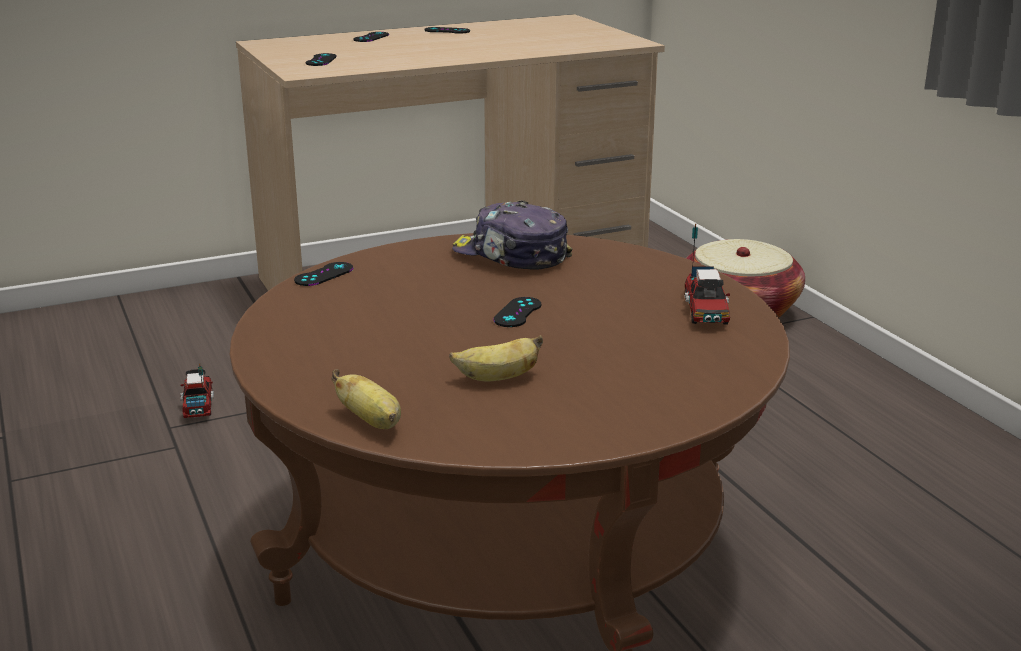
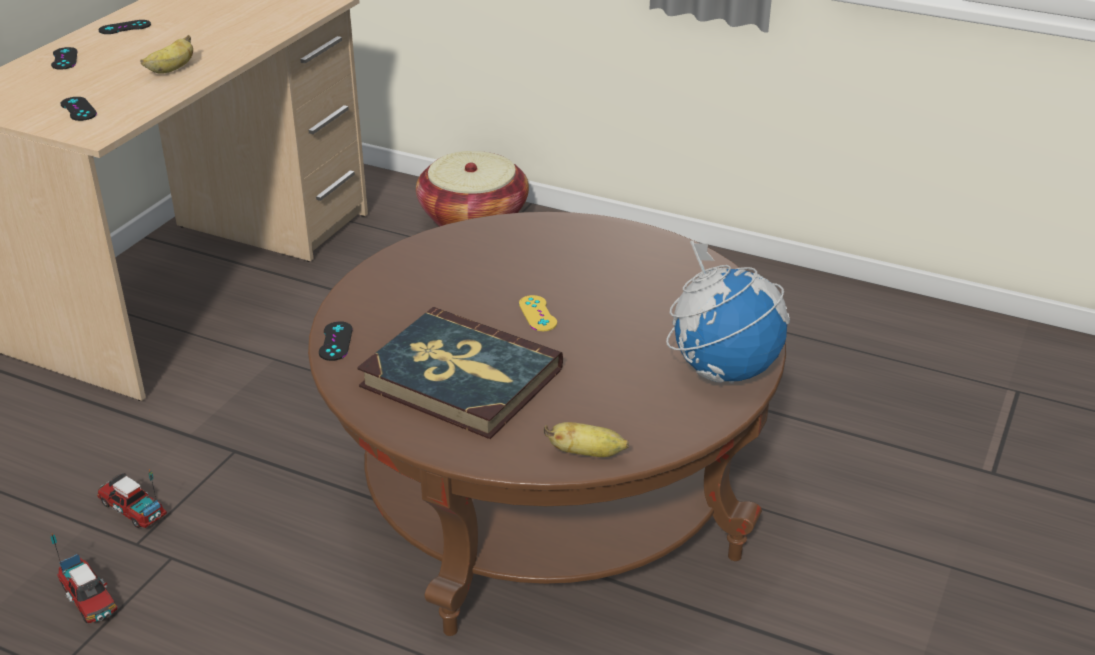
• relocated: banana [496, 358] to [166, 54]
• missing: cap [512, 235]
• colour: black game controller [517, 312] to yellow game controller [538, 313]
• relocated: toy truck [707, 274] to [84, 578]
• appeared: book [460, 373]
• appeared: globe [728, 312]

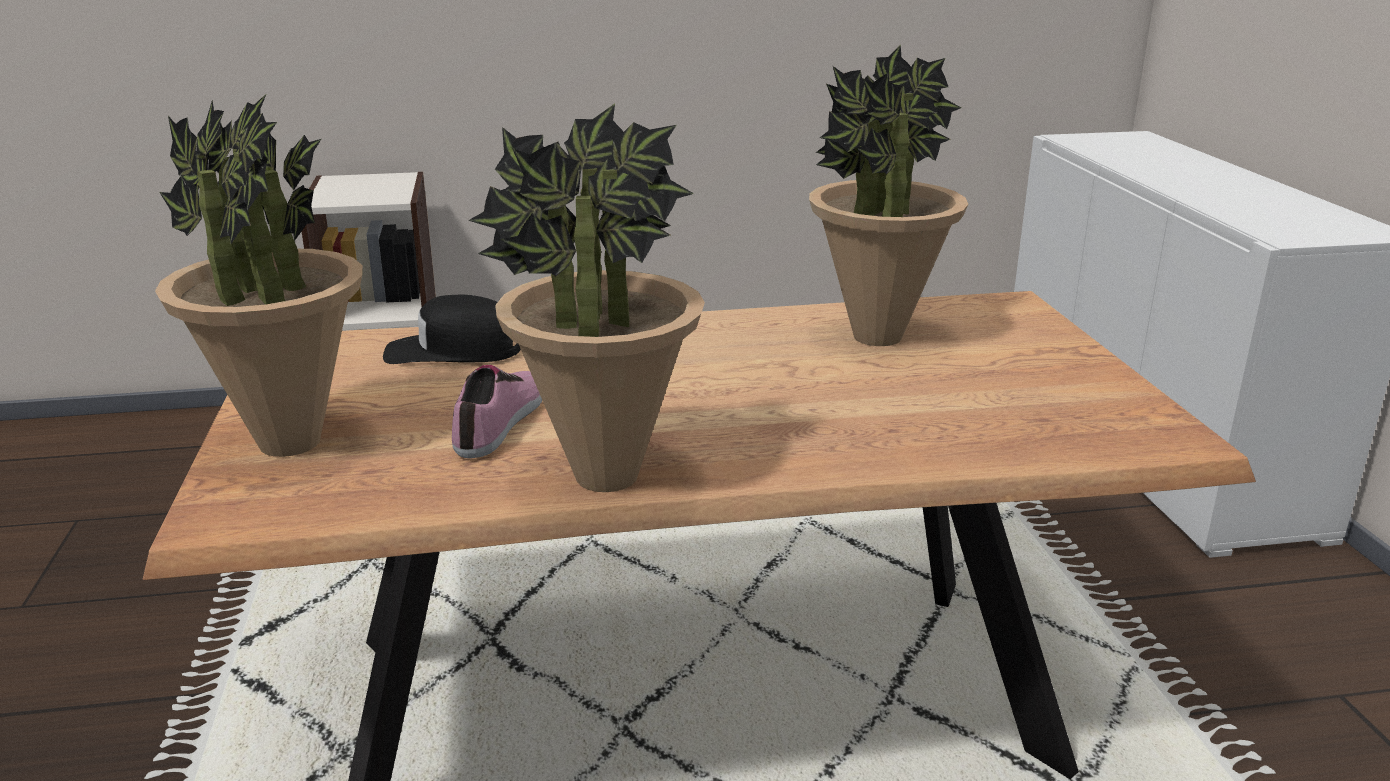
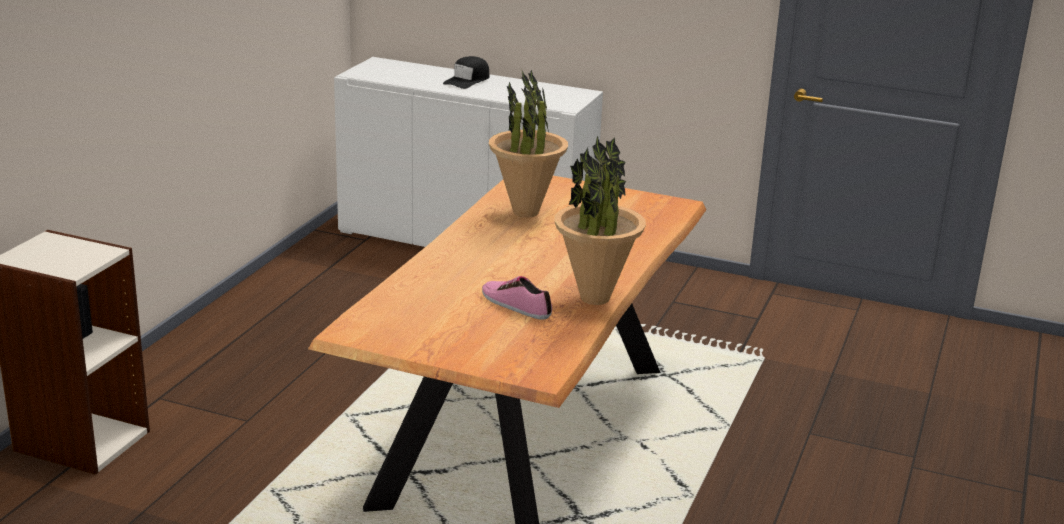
• missing: potted plant [259, 275]
• relocated: black cap [452, 329] to [466, 72]

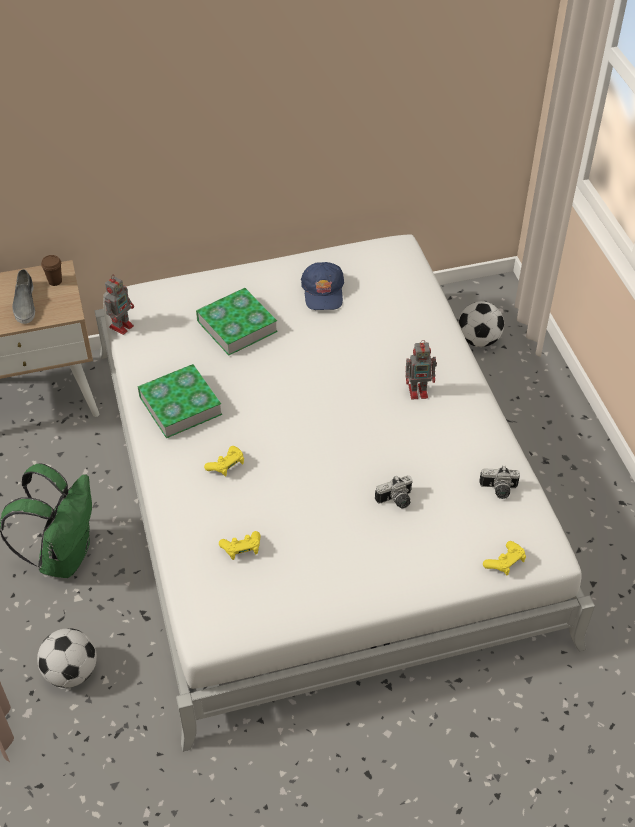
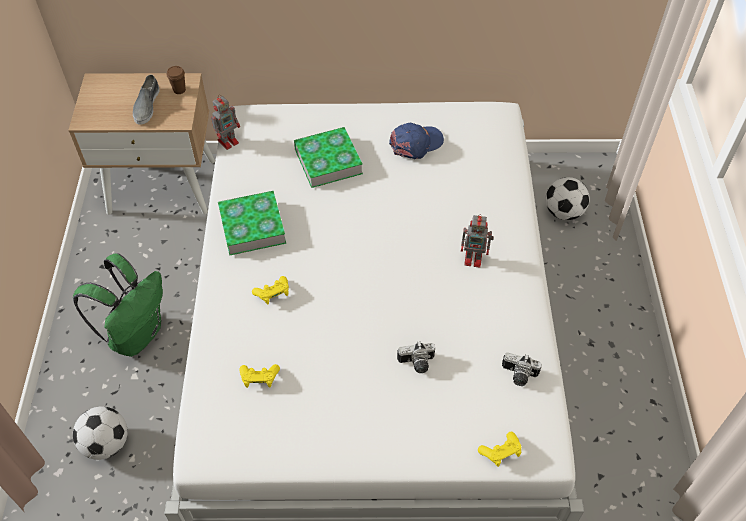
• spun: blue cap [322, 286] = [416, 141] 135 degrees counterclockwise

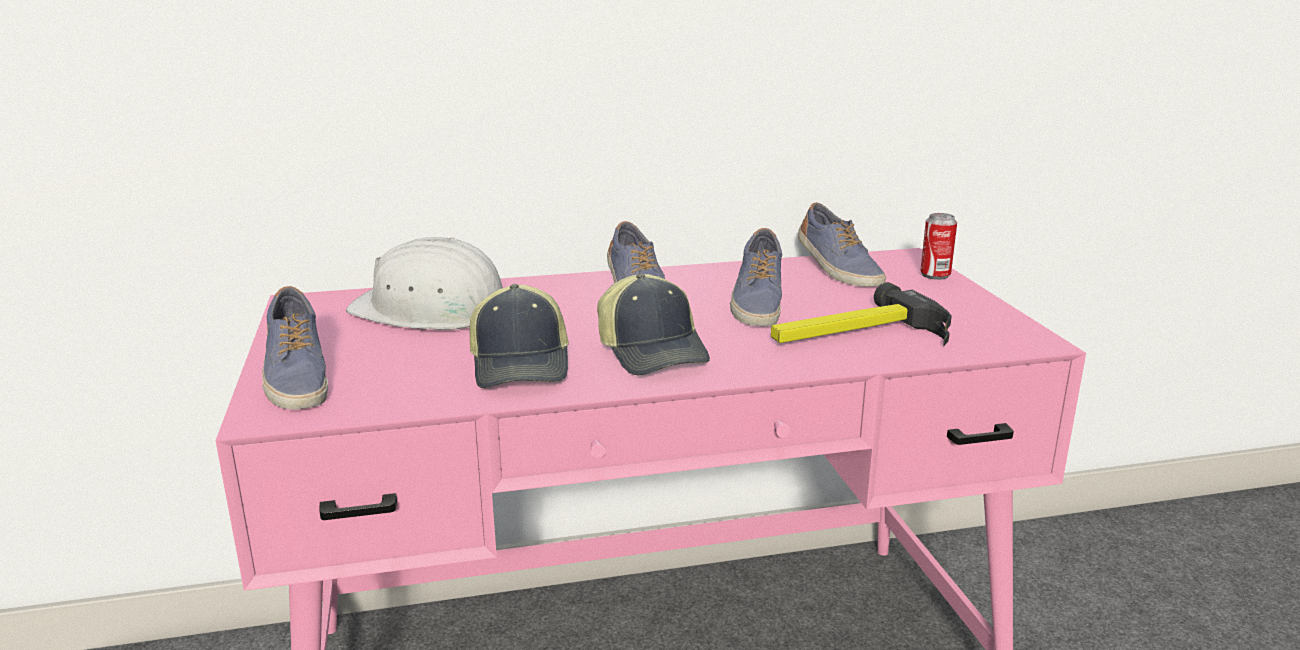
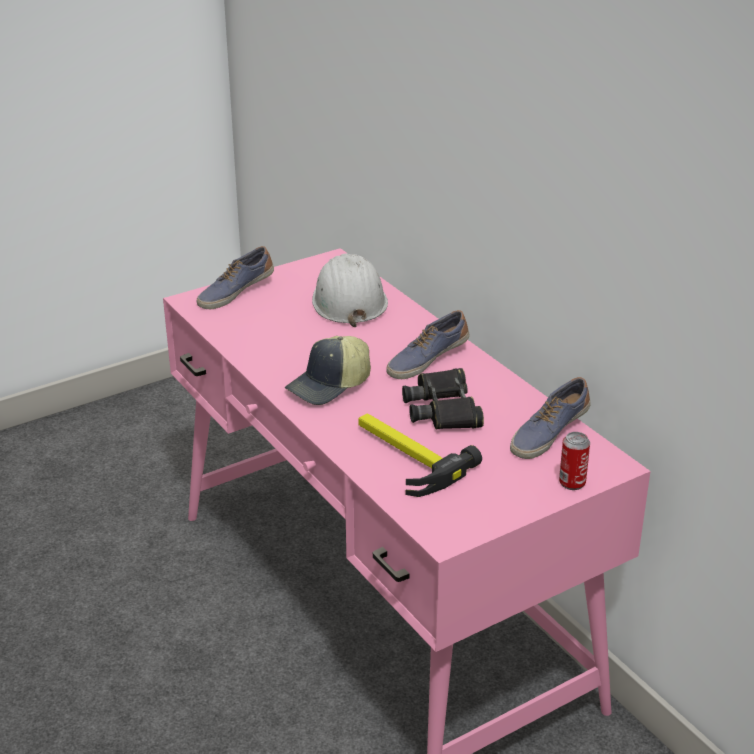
• missing: cap [519, 336]
• exchanged: shoe [756, 277] to black binoculars [443, 398]

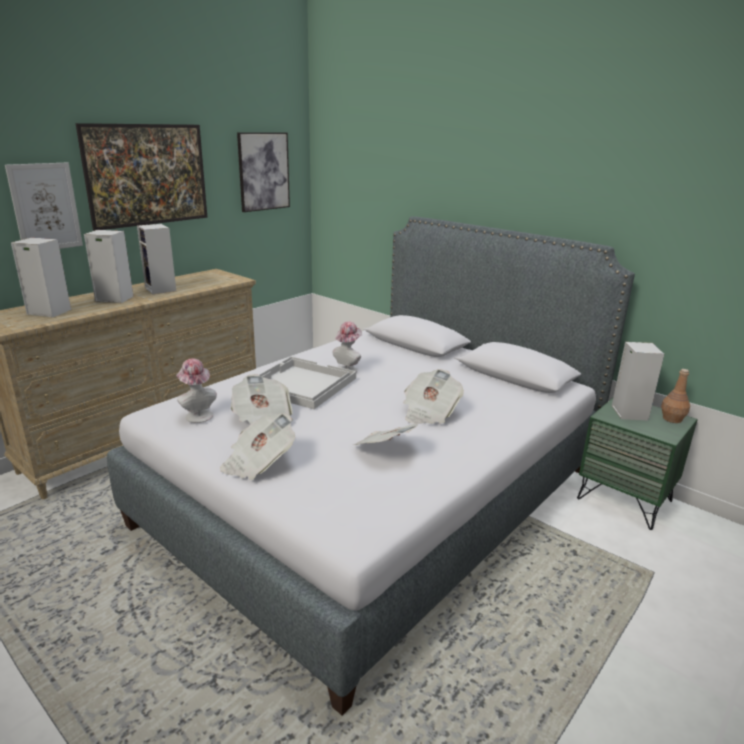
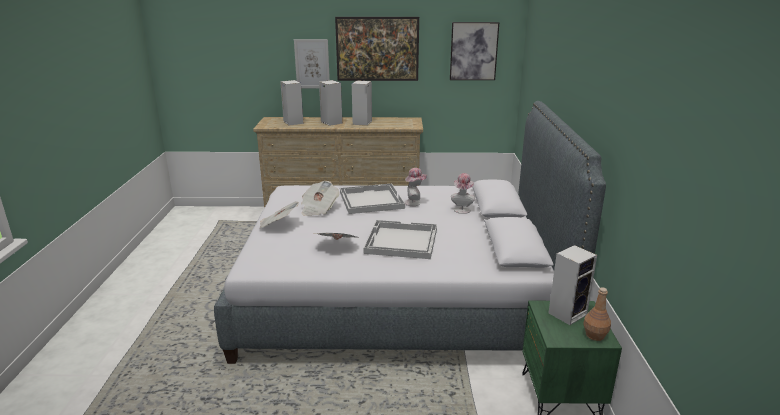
• relocated: hat [196, 390] to [463, 193]
• exchanged: newspaper [433, 396] to white tray [400, 239]

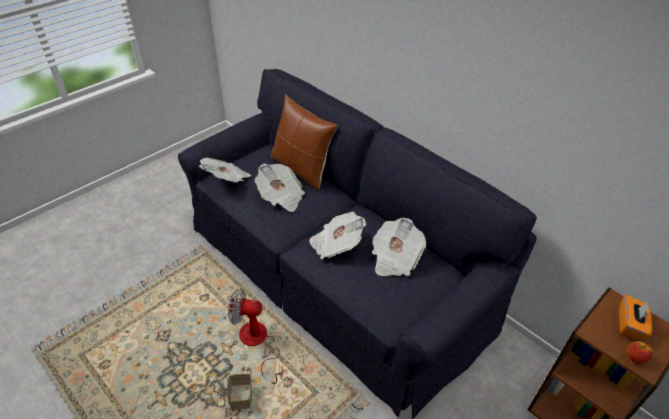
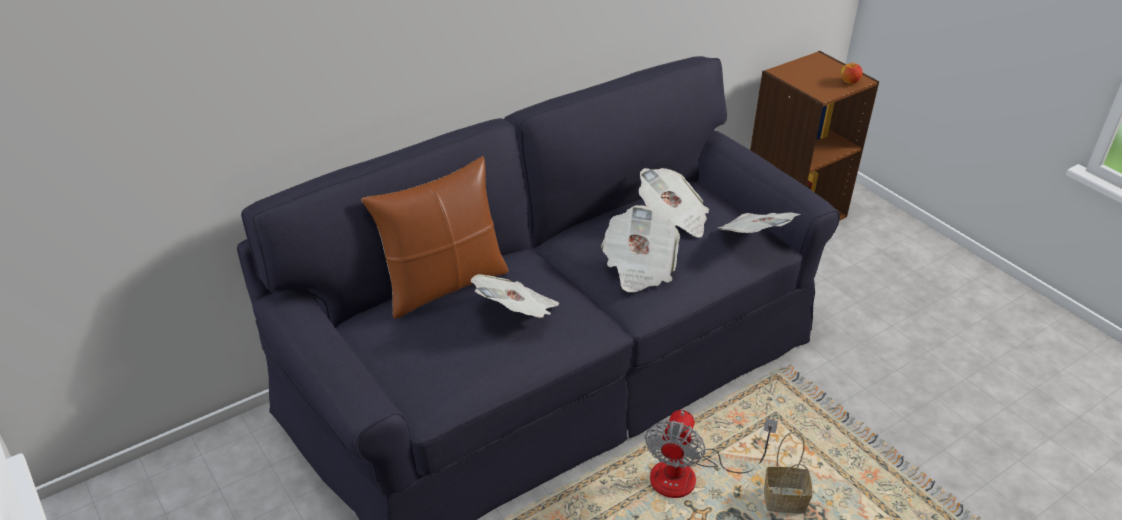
• relocated: newspaper [225, 170] to [759, 222]
• missing: orange tissue box [635, 317]

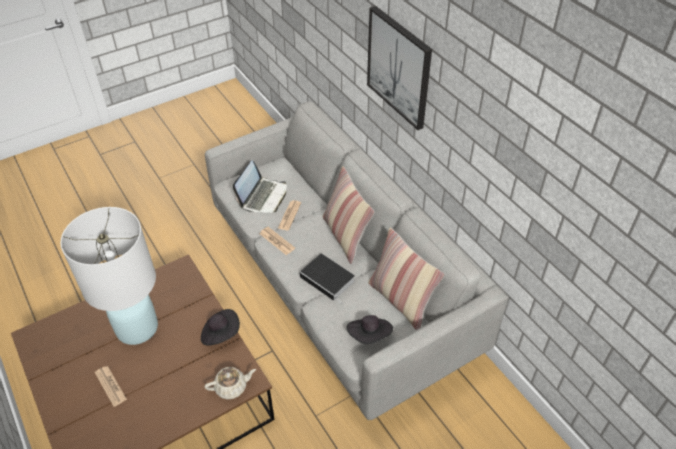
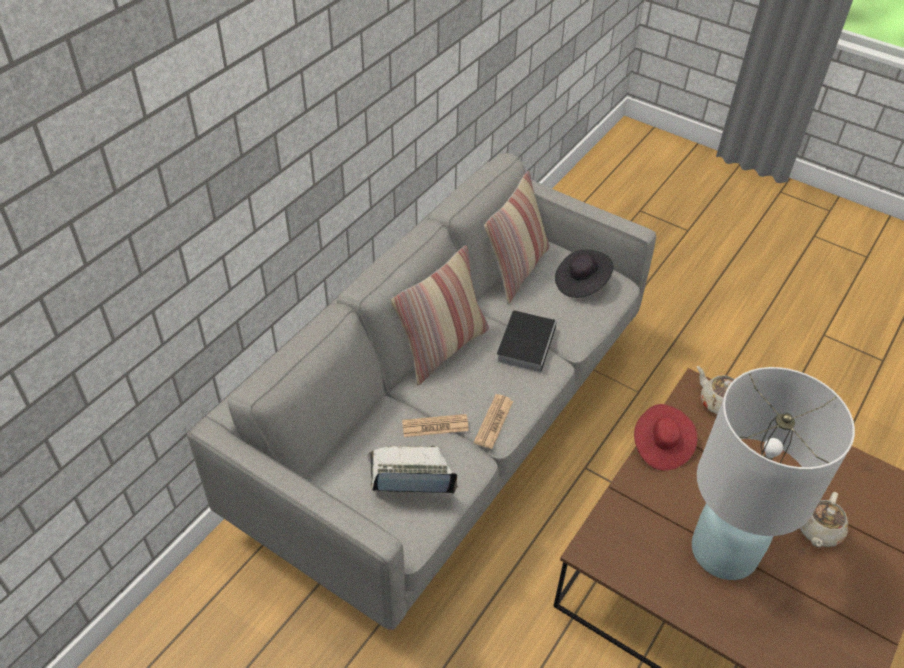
• exchanged: newspaper [111, 386] to beige teapot [824, 519]
• colour: black hat [220, 327] to red hat [665, 437]
• missing: picture [399, 68]

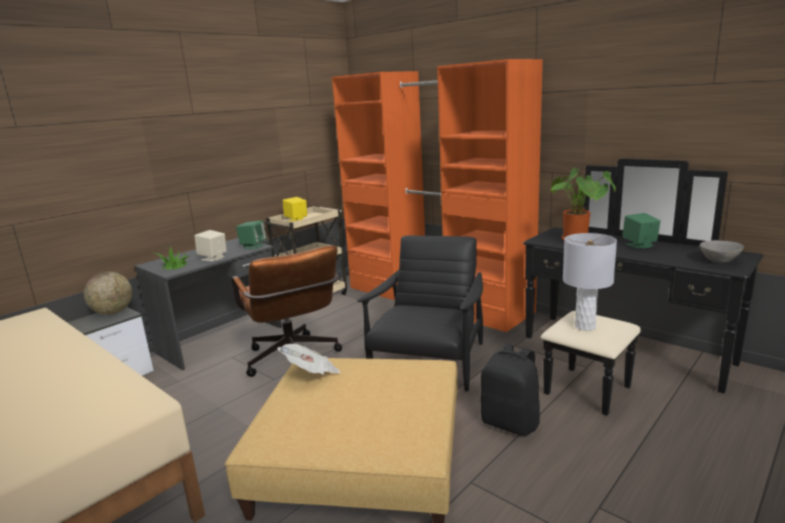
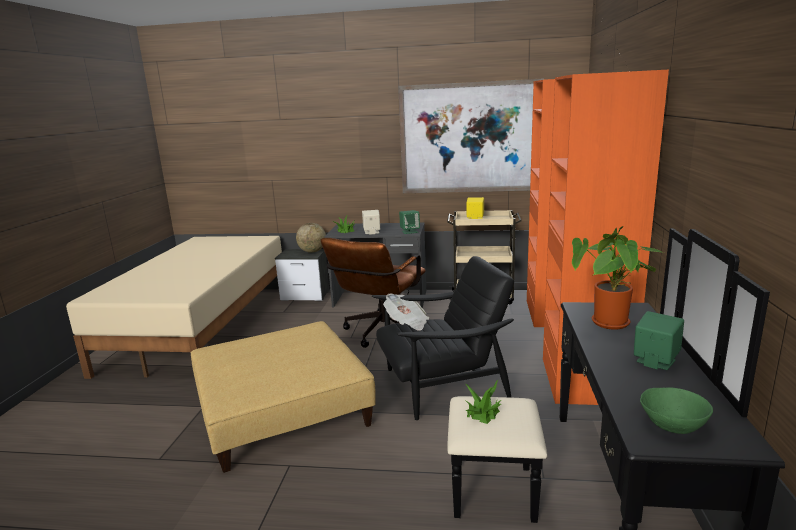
• relocated: newspaper [309, 359] to [406, 312]
• missing: black backpack [510, 390]
• exchanged: grey table lamp [590, 282] to potted plant [483, 401]
• colour: grey bowl [722, 251] to green bowl [676, 410]
• appeared: picture [471, 135]

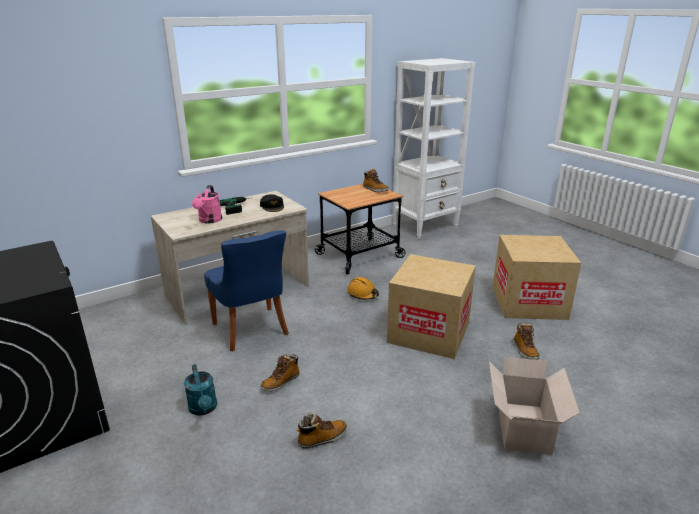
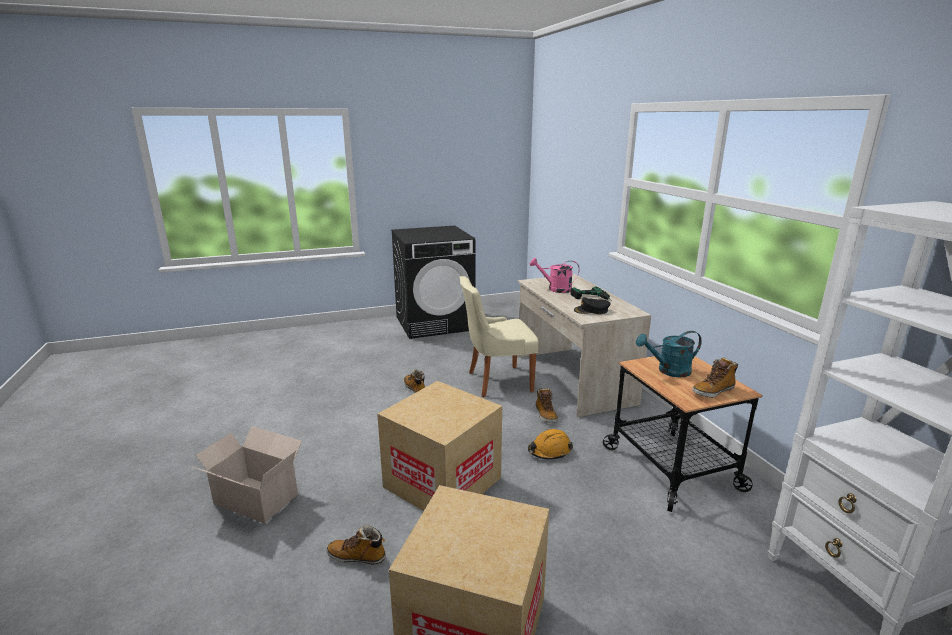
• relocated: turquoise watering can [200, 389] to [669, 354]
• colour: blue chair [246, 290] to beige chair [499, 337]
• relocated: boot [322, 430] to [547, 405]

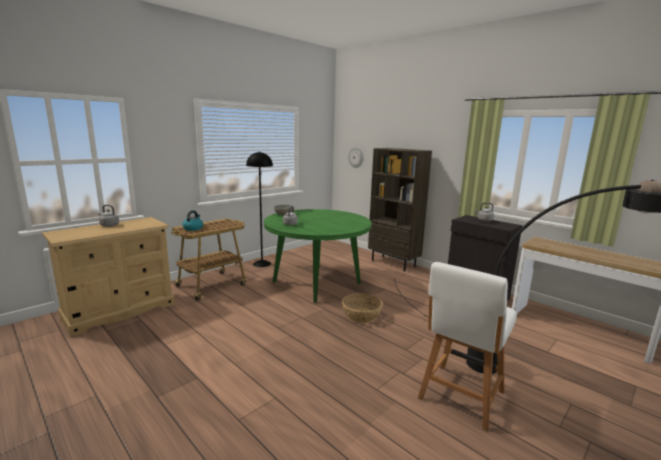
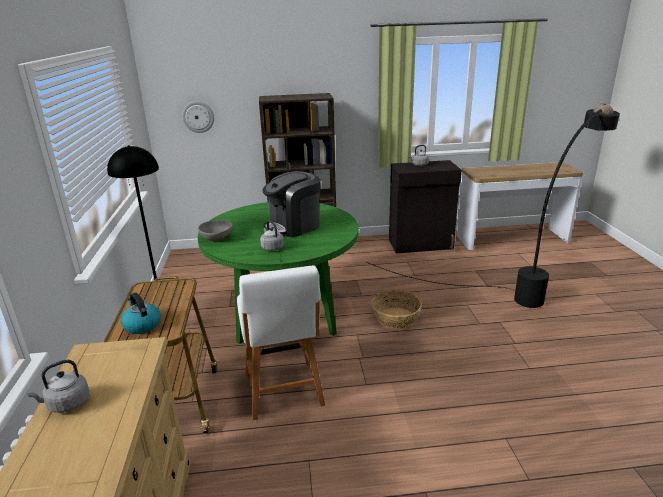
• relocated: white chair [467, 346] to [281, 343]
• appeared: coffee machine [291, 204]

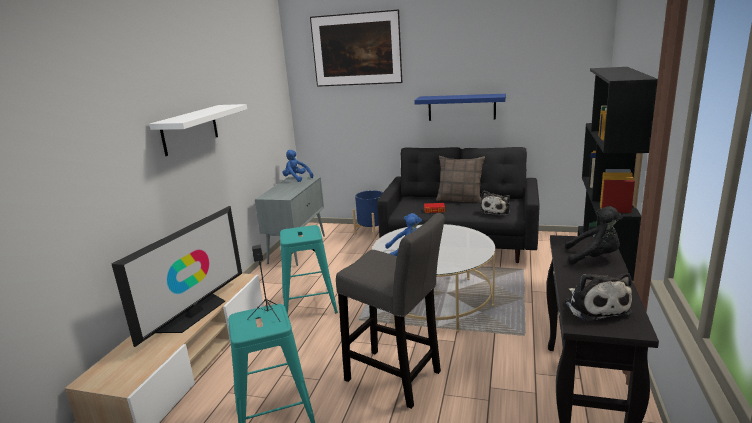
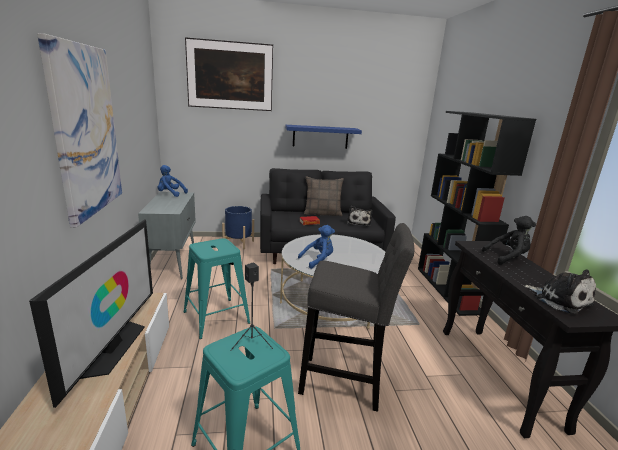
• exchanged: white shelf [198, 130] to picture [79, 130]

